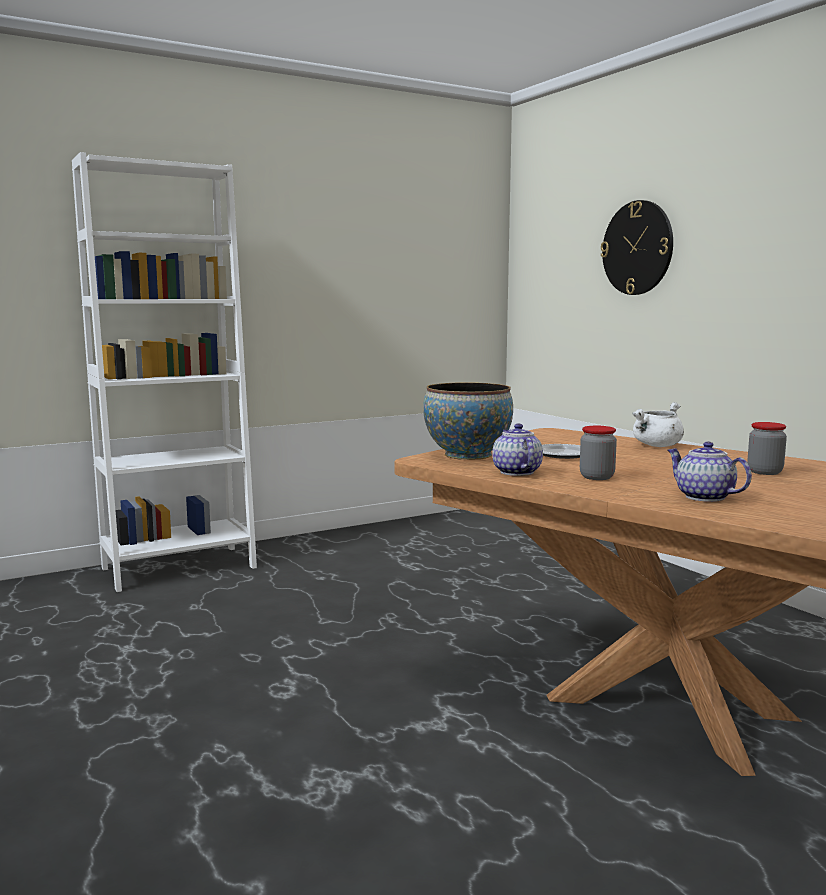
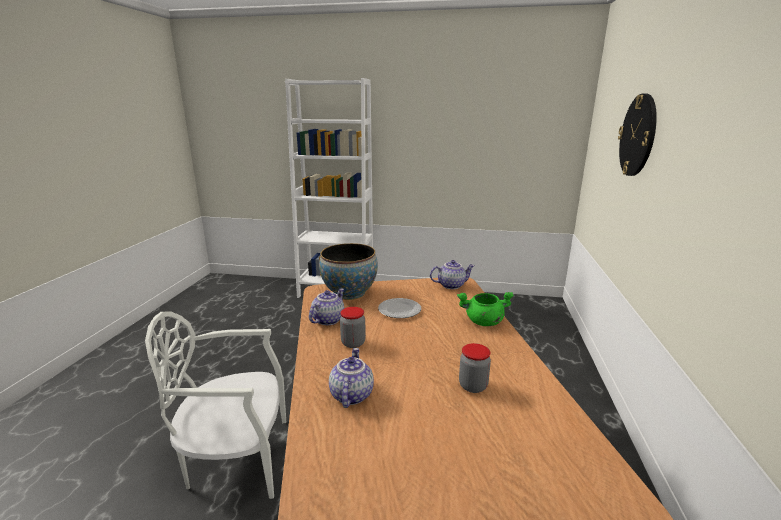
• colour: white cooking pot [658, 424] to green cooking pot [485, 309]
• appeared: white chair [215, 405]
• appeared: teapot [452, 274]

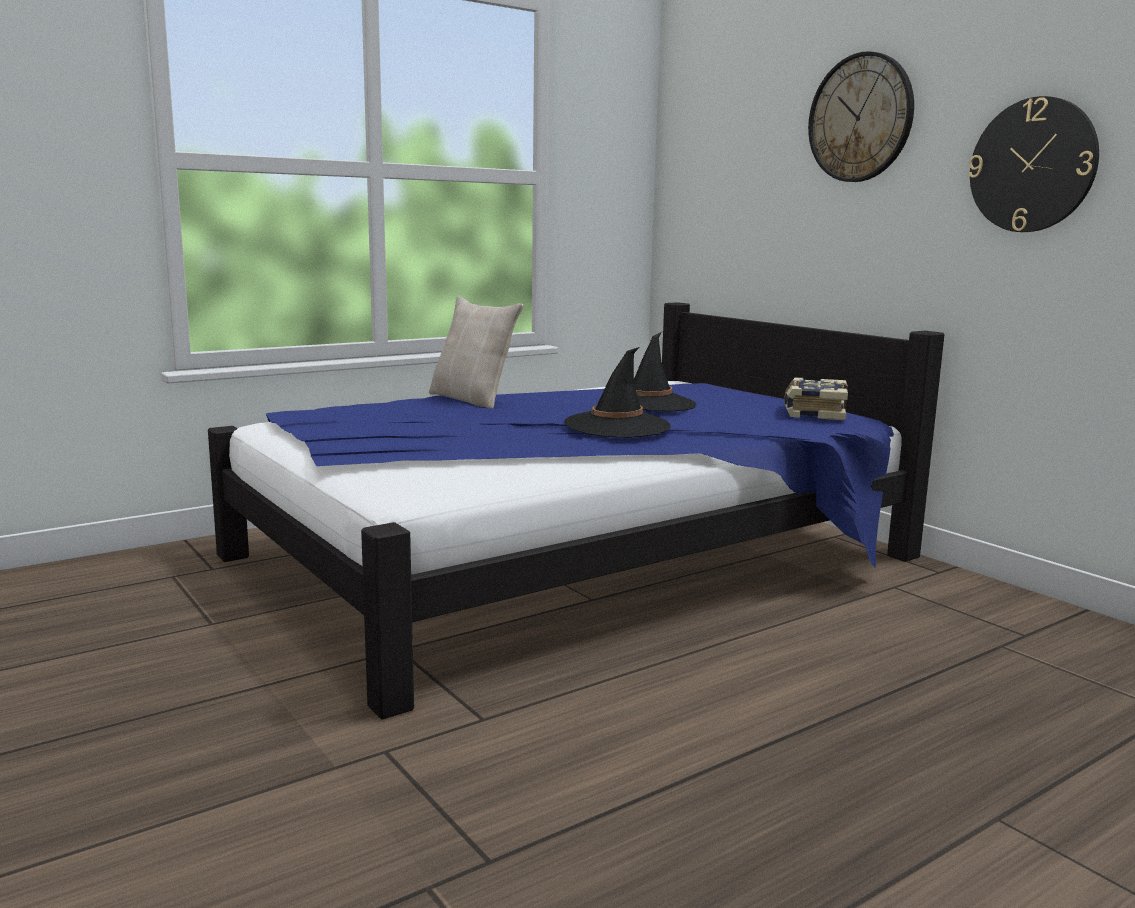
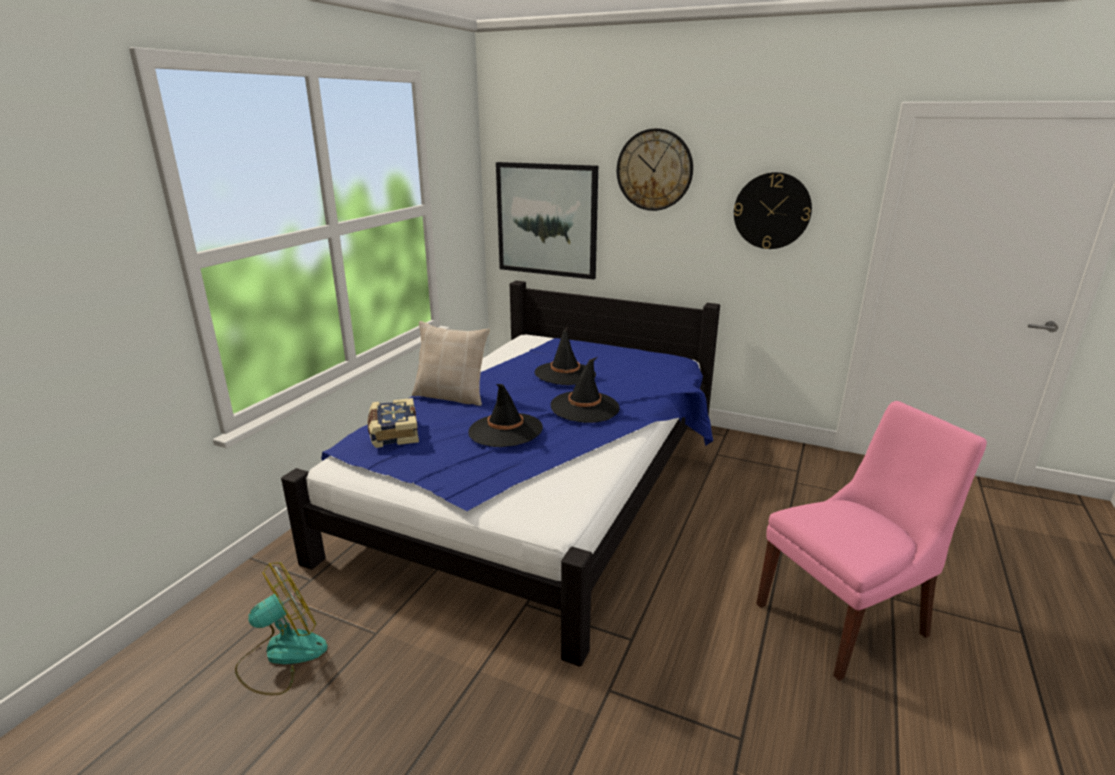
• relocated: book [816, 398] to [393, 423]
• appeared: fan [281, 628]
• appeared: black hat [505, 415]
• appeared: picture [547, 221]
• appeared: pink chair [871, 541]

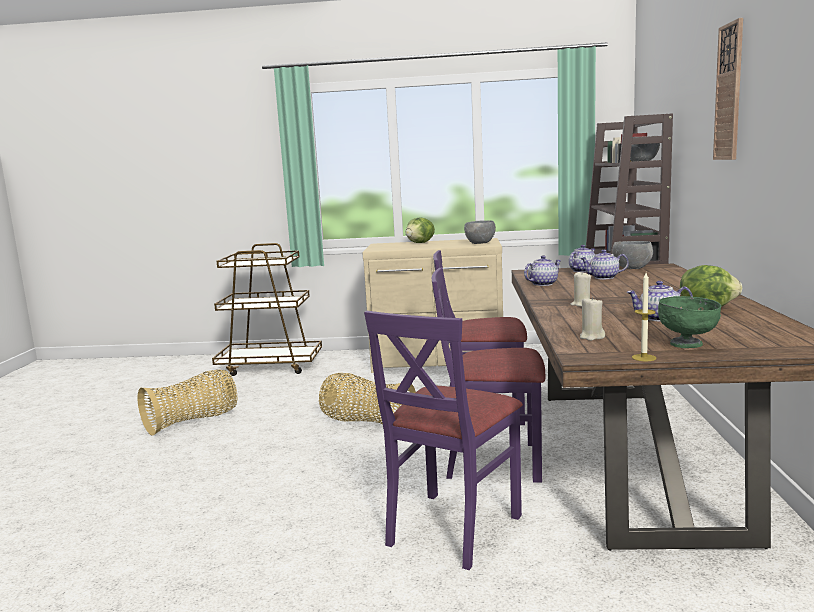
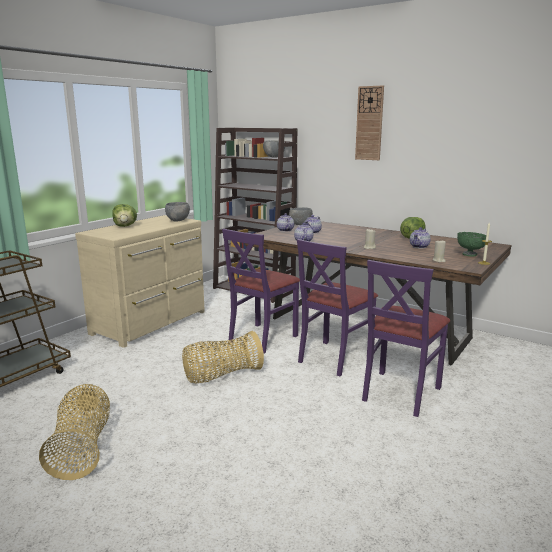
• spun: purple chair [443, 440] = [406, 338] 60 degrees clockwise

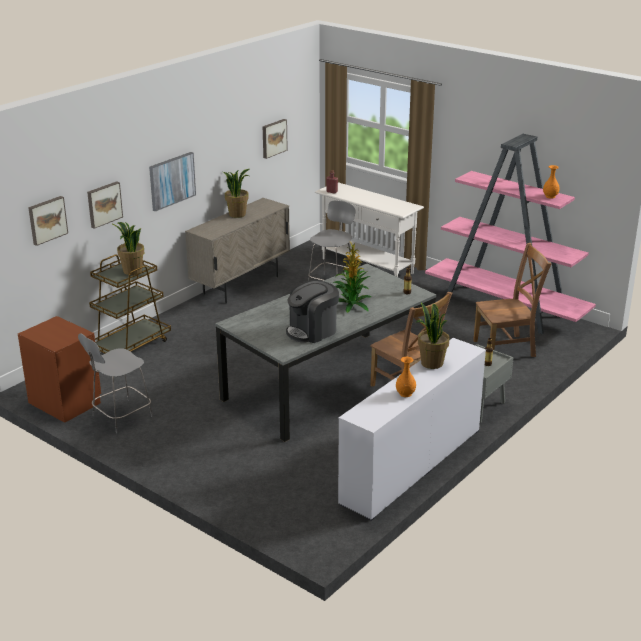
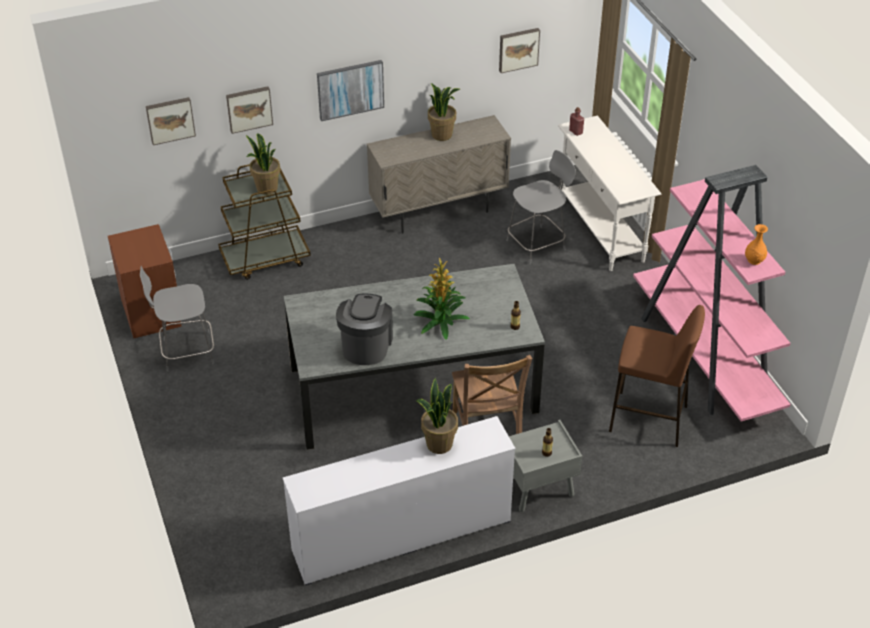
• spun: coffee machine [312, 311] = [364, 329] 105 degrees clockwise
• missing: orange vase [406, 377]
• exchanged: brown chair [512, 300] to brown stool [657, 376]

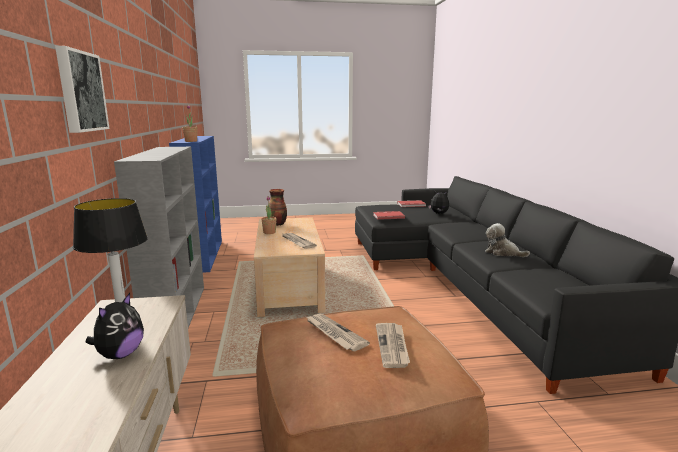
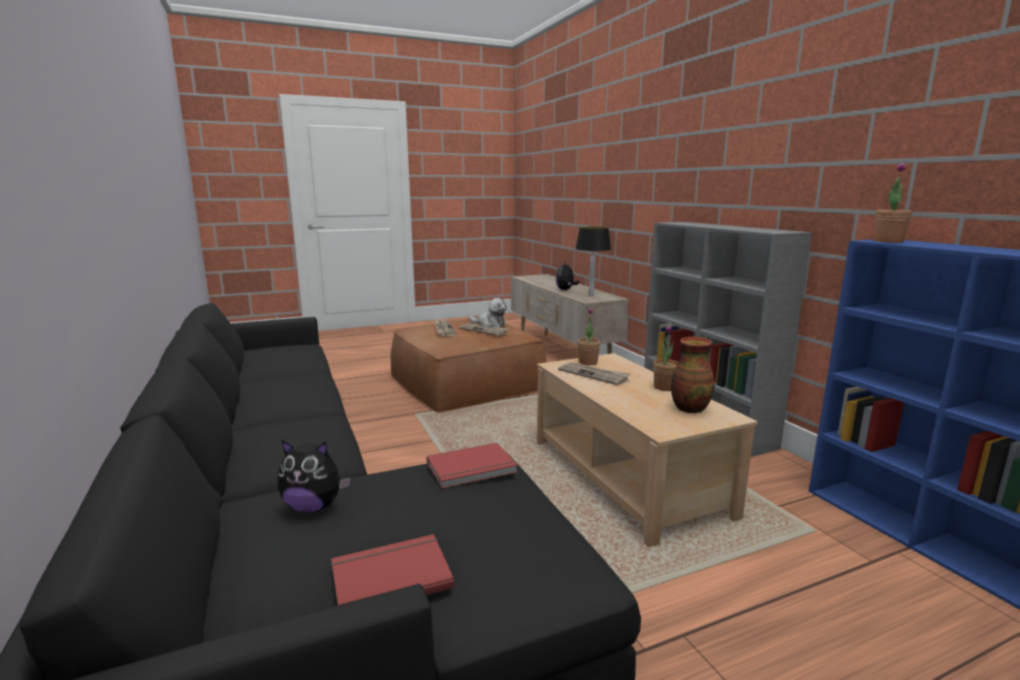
• missing: picture [82, 89]
• relocated: plush toy [507, 240] to [488, 312]
• appeared: potted plant [589, 336]

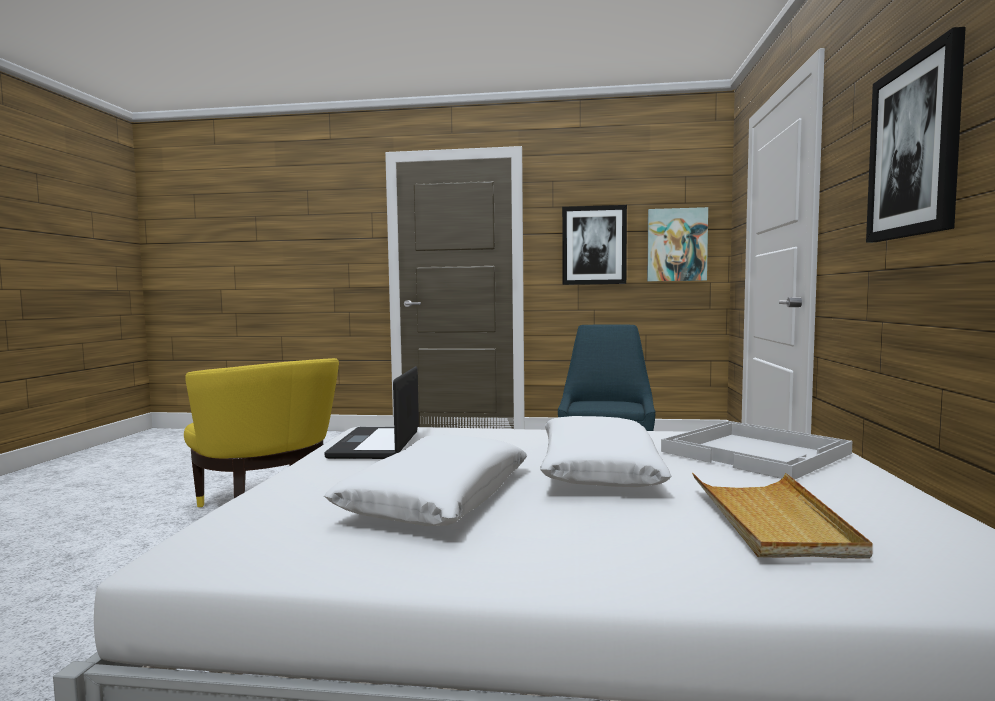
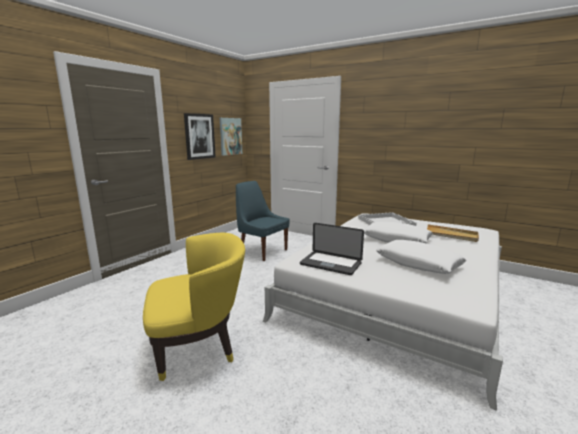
• missing: picture [916, 135]

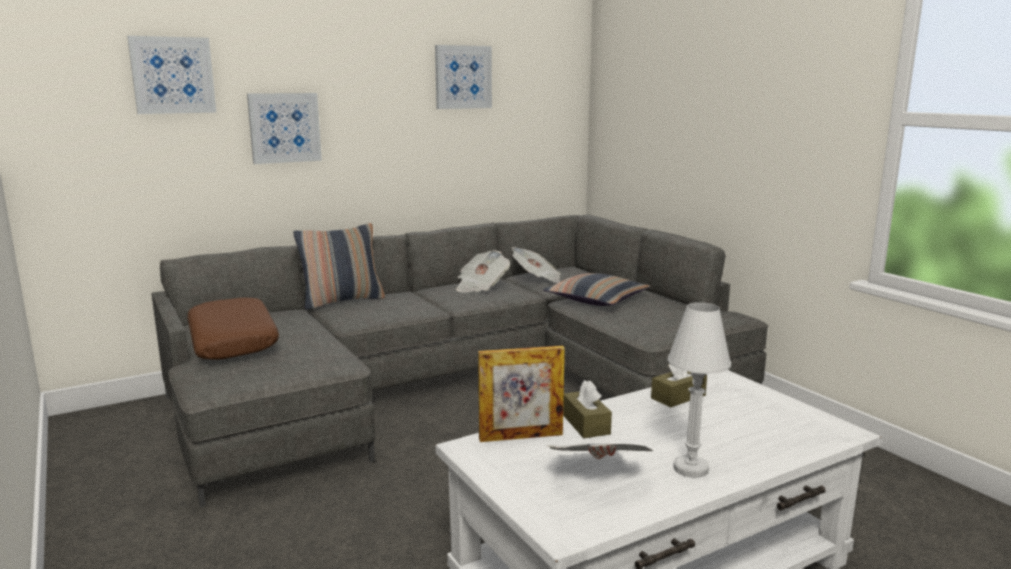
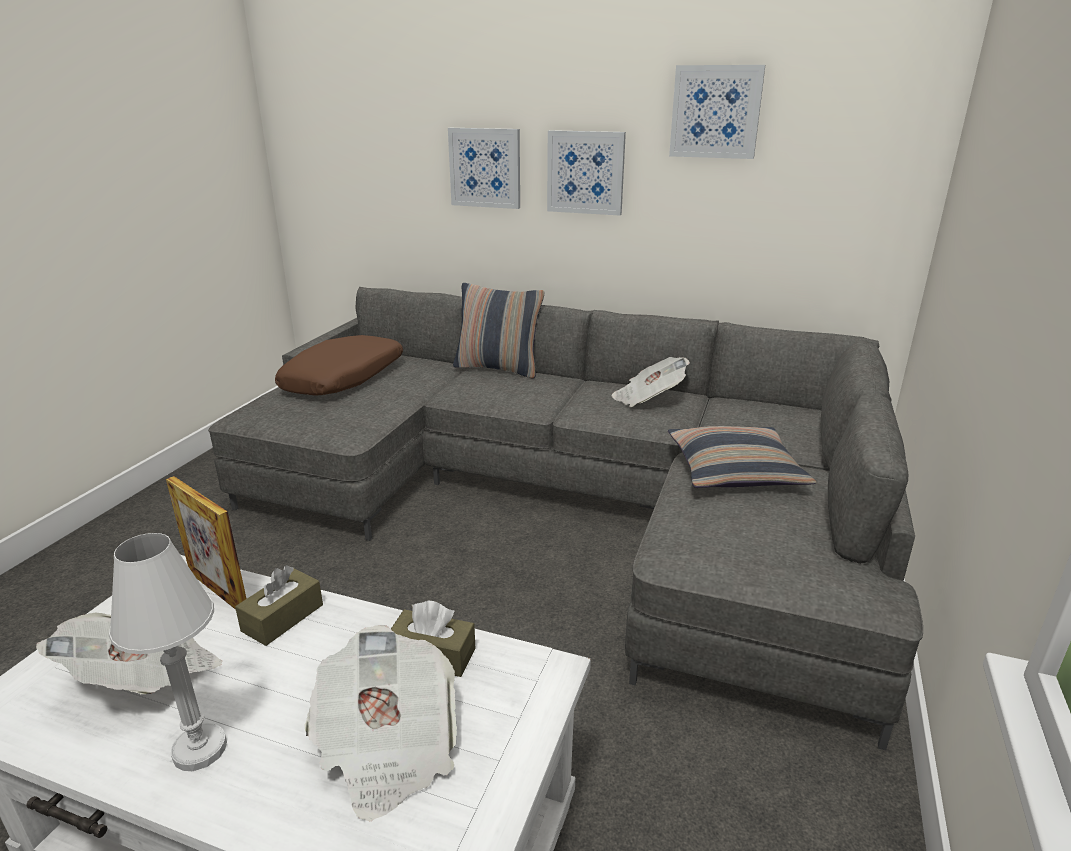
• relocated: picture [171, 75] to [586, 173]
• relocated: newspaper [536, 265] to [380, 723]

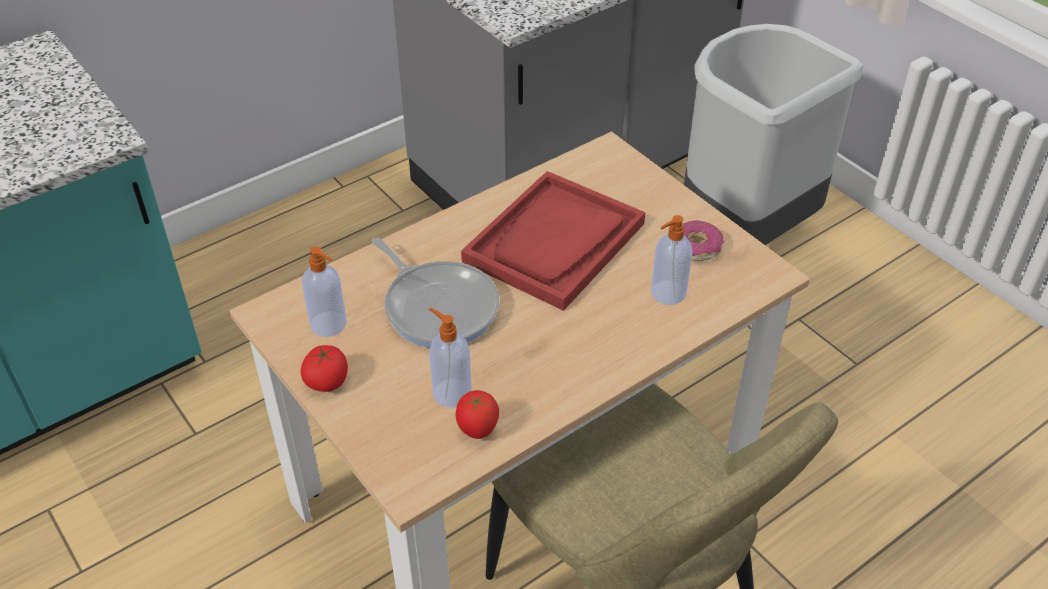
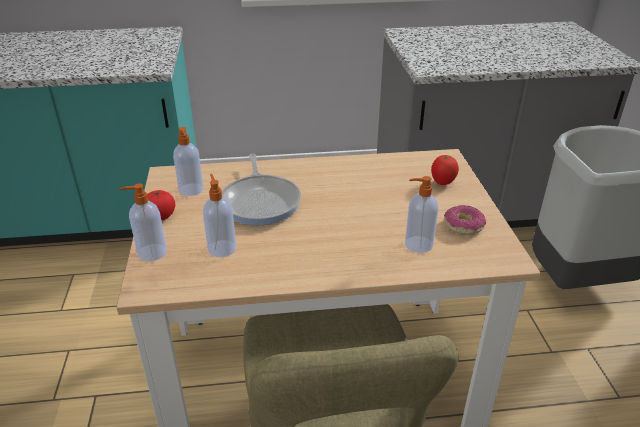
• relocated: tomato [477, 414] to [445, 170]
• missing: red tray [553, 241]
• appeared: soap dispenser [143, 222]

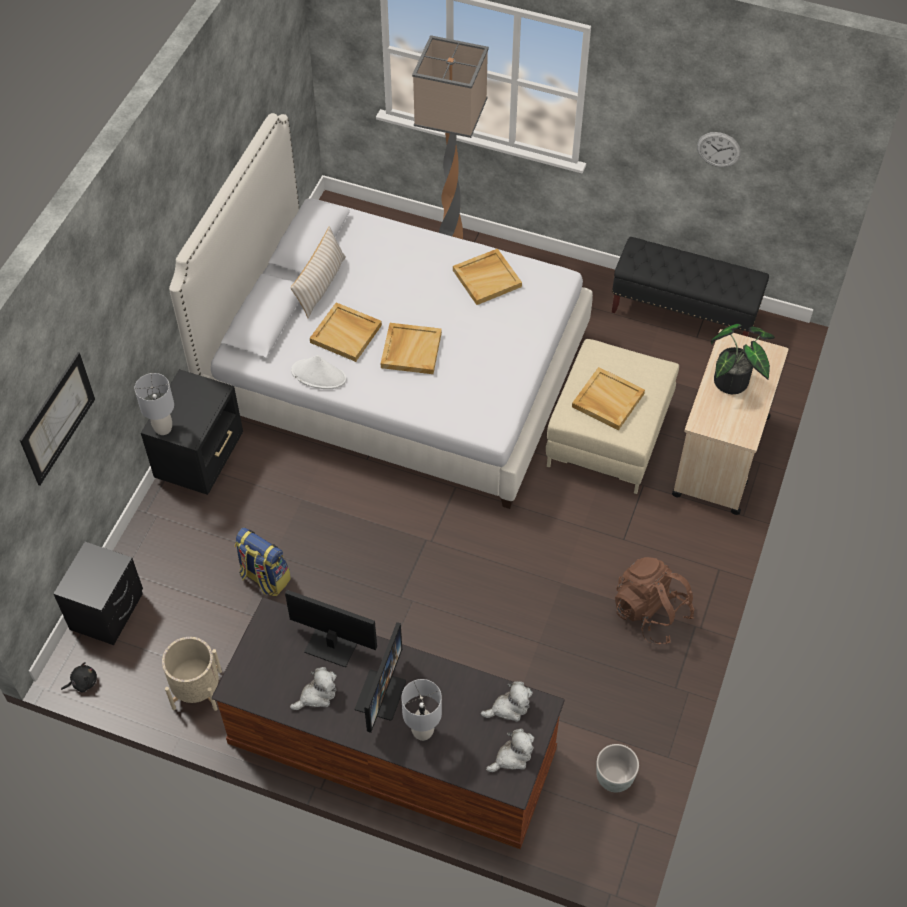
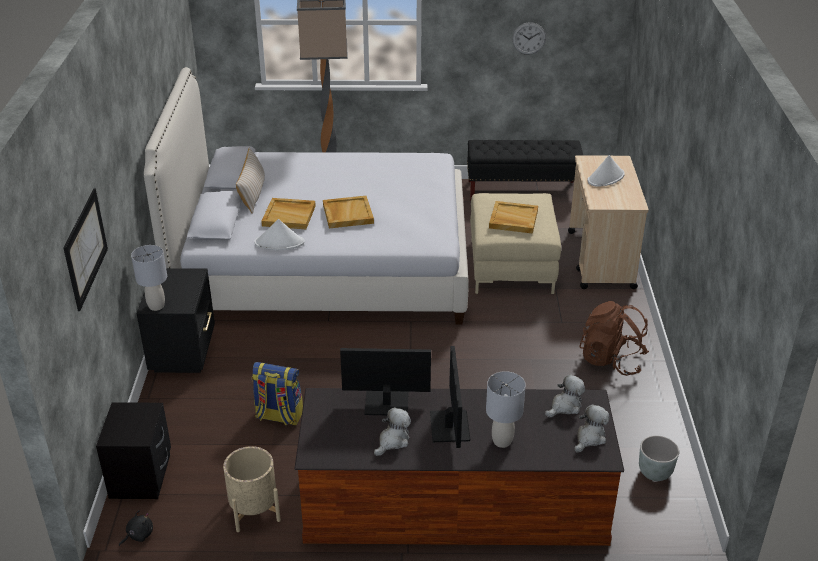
• missing: beige tray [487, 276]
• exchanged: potted plant [743, 359] to white hat [606, 171]

